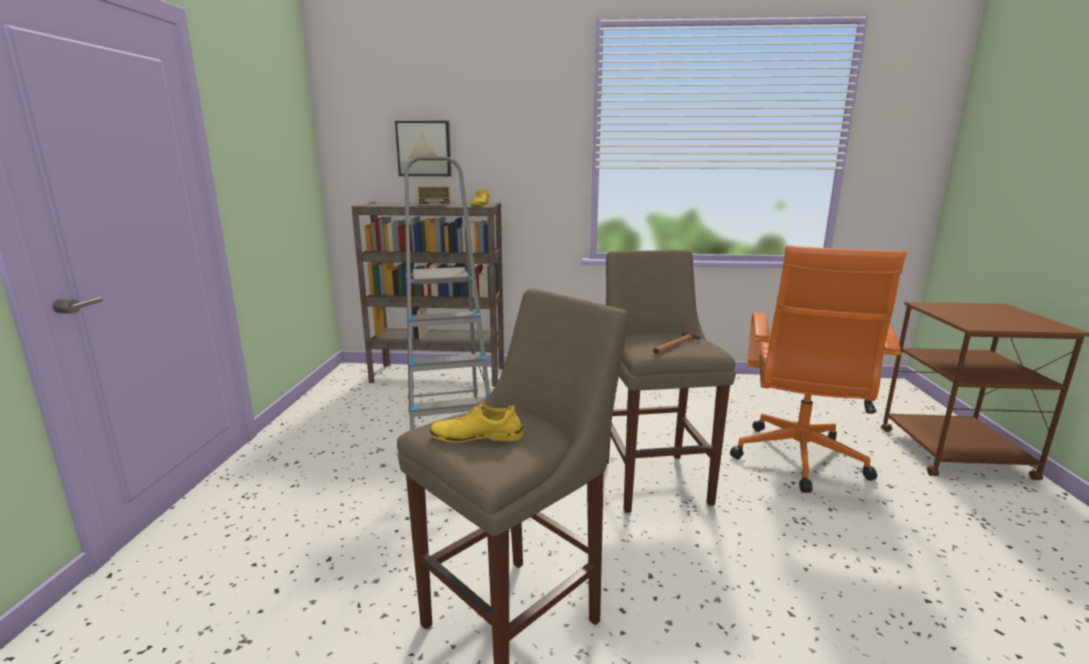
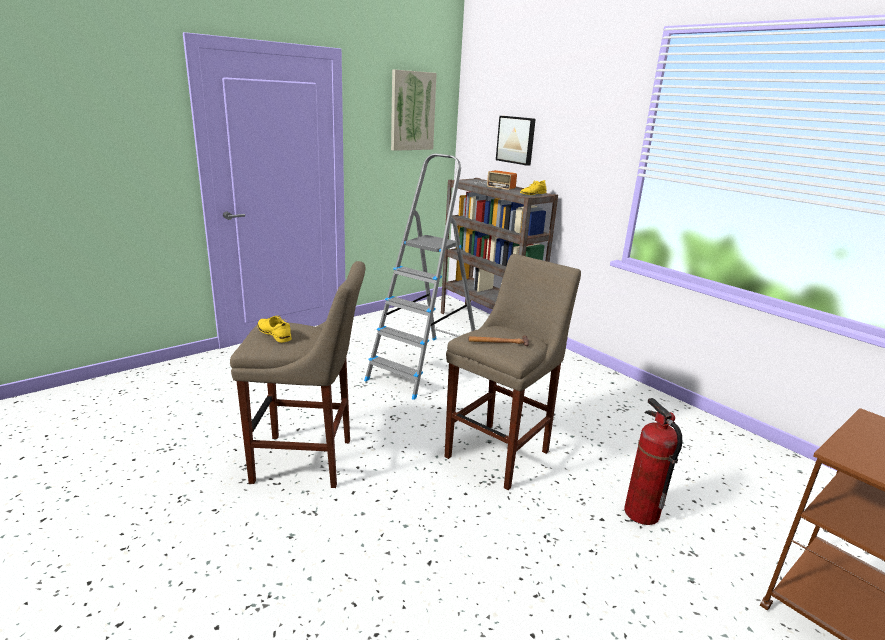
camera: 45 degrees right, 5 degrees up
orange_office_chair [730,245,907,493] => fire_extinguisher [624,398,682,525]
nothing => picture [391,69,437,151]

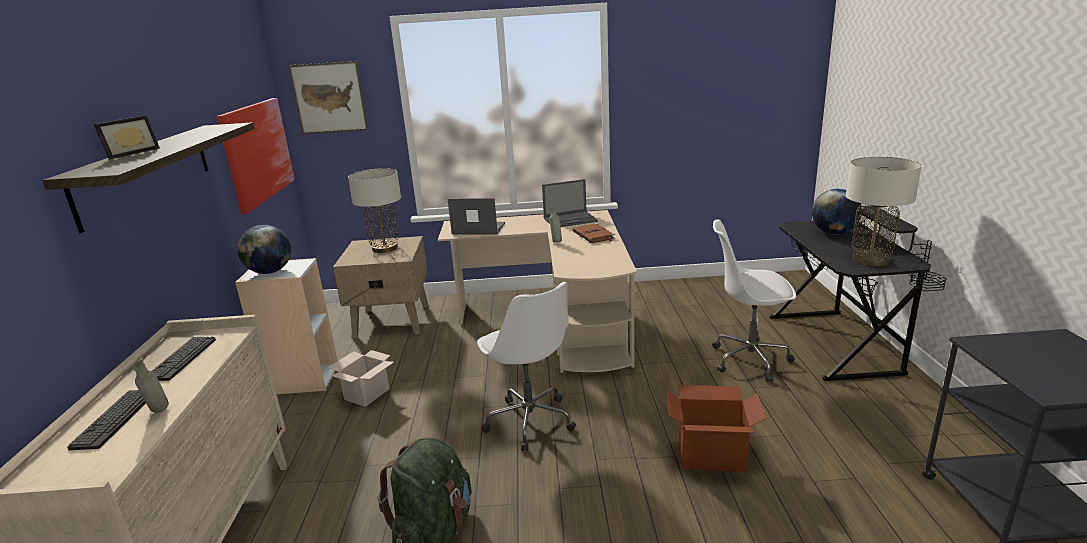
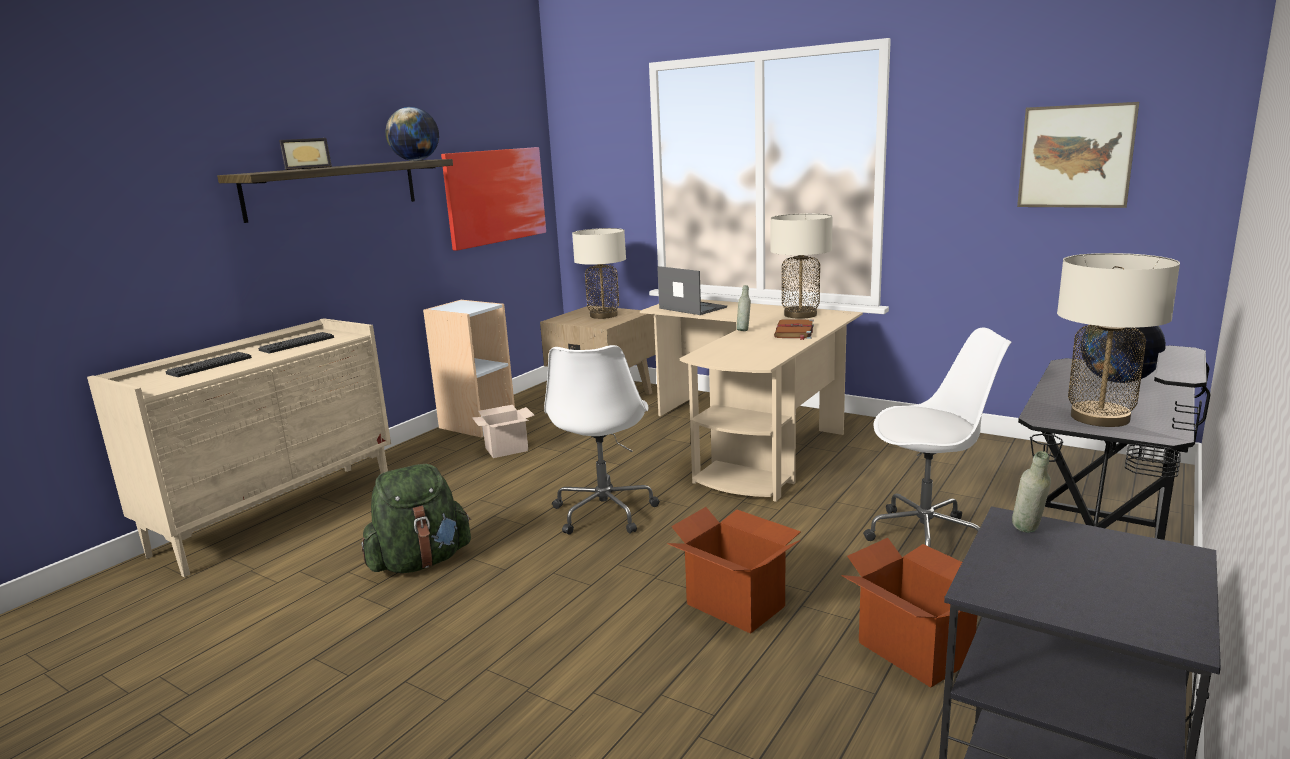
camera: 35 degrees right, 5 degrees down
picture [288,61,369,135] => picture [1017,102,1139,208], shifted
laptop [542,179,598,227] => table_lamp [770,213,833,319]
white_office_chair [712,219,796,382] => white_office_chair [863,328,1012,547], 135 degrees clockwise
globe [237,225,291,274] => globe [385,107,439,161], shifted
grey_bottle [133,361,169,413] => grey_bottle [1012,451,1051,533], shifted
nothing => cardboard_box [841,538,977,688]

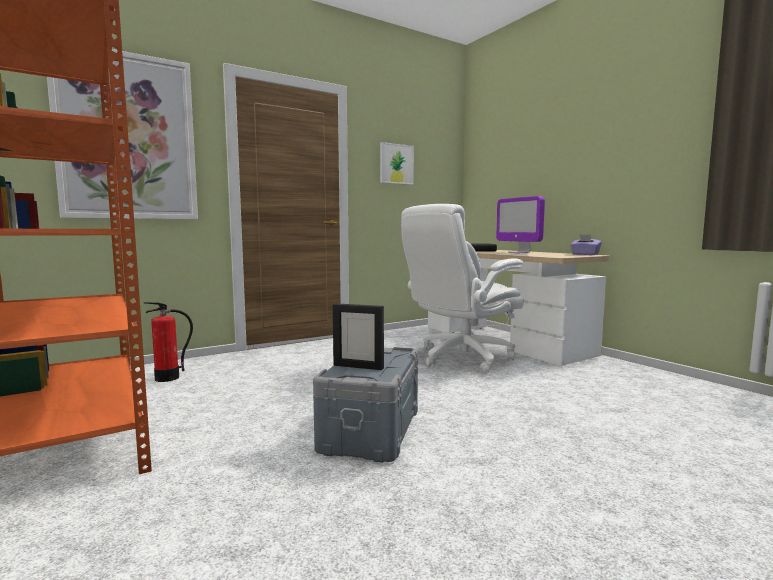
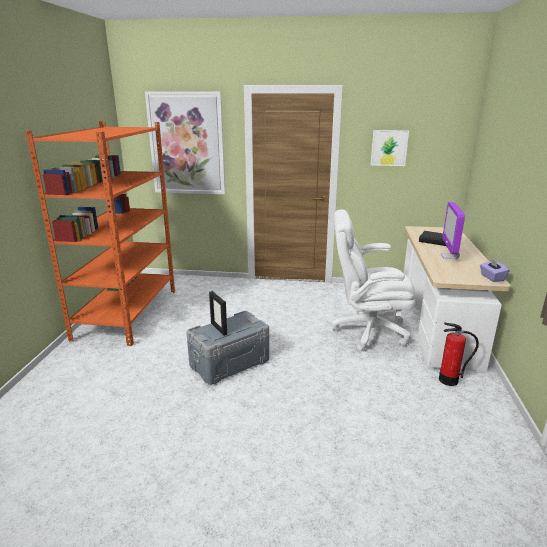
camera: 40 degrees right, 15 degrees up
fire_extinguisher [143,302,193,382] => fire_extinguisher [439,323,479,386], shifted

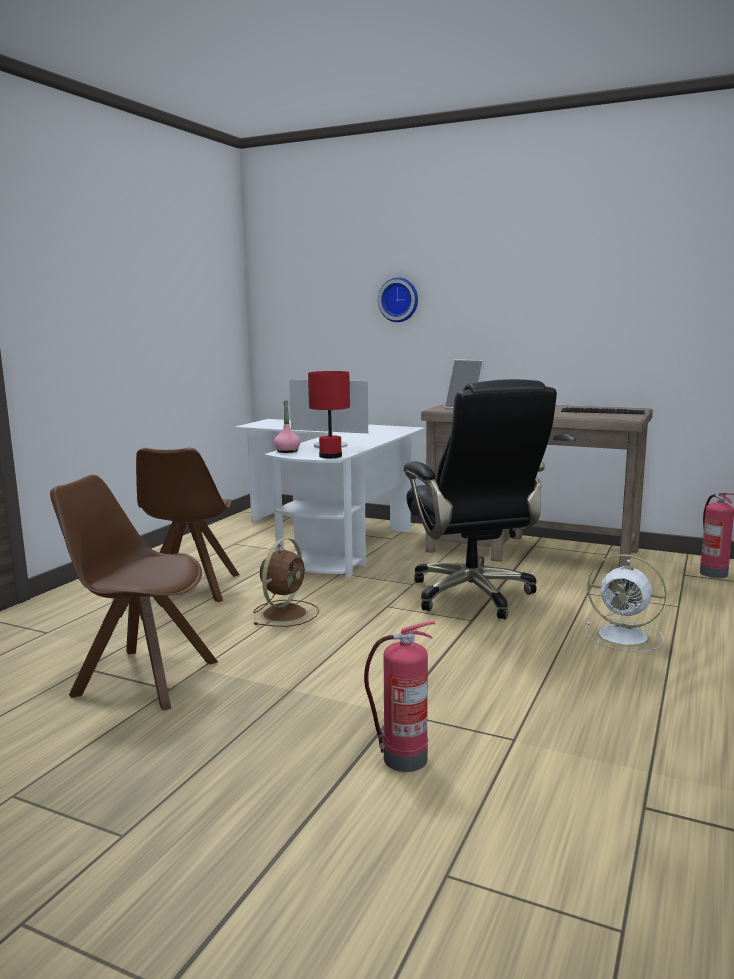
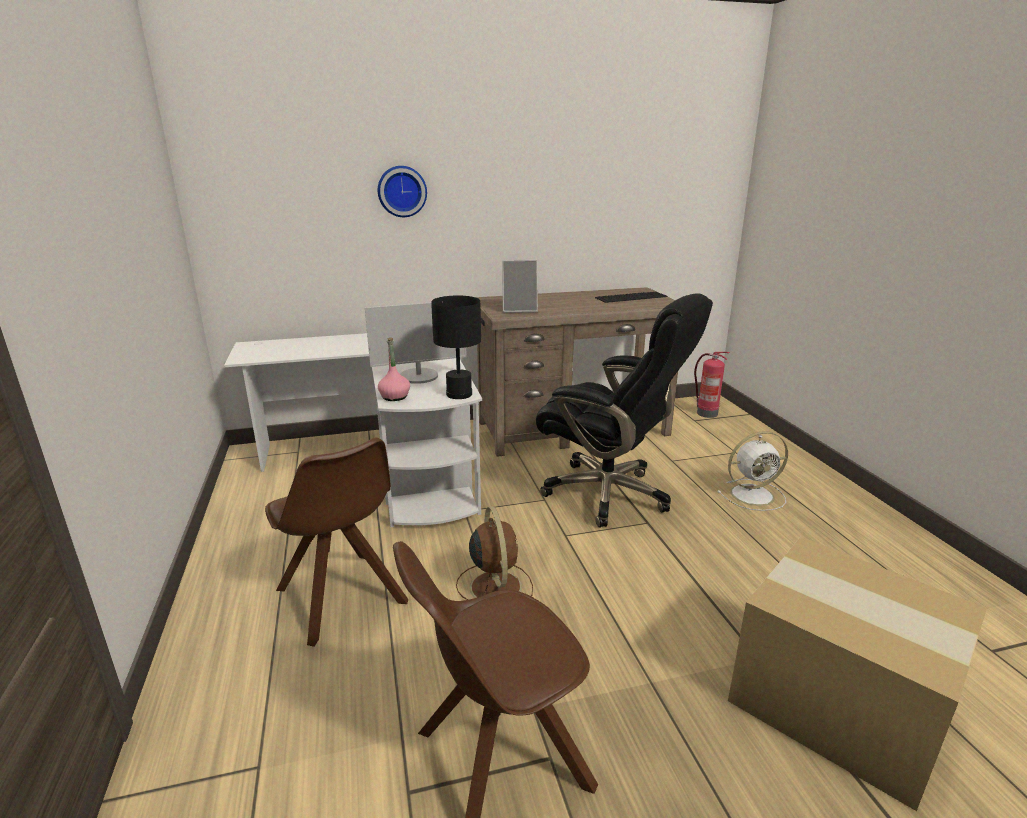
camera: 40 degrees left, 10 degrees up
red_table_lamp [308,371,350,458] => black_table_lamp [431,296,481,399]
fire_extinguisher [364,621,435,772] => cardboard_box [728,537,987,811]

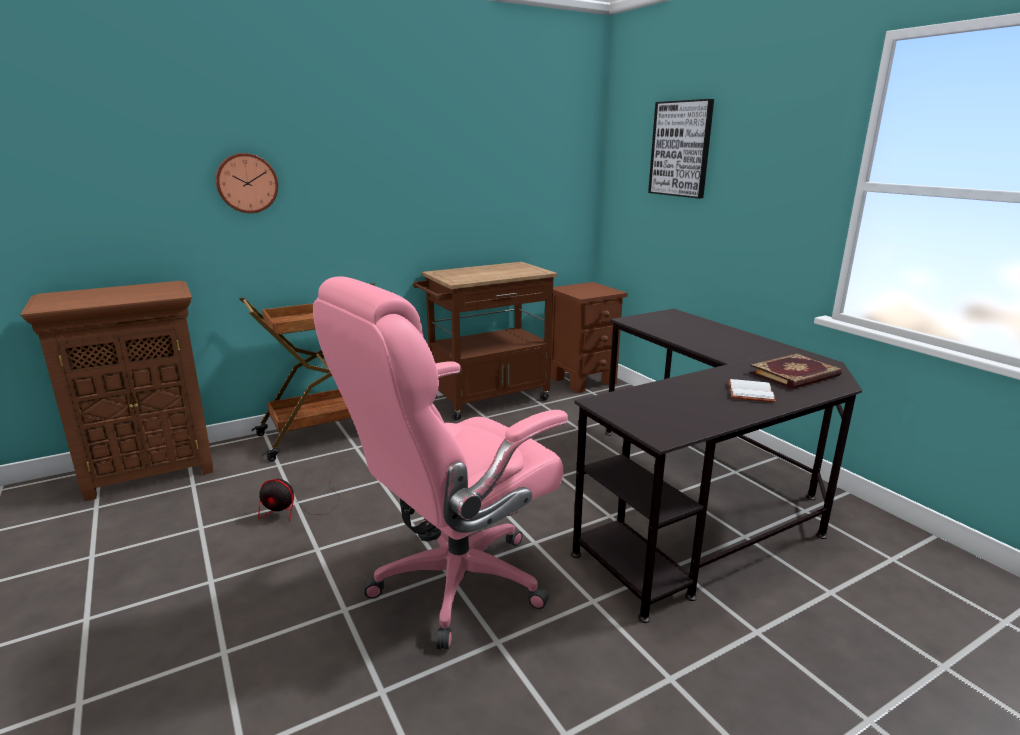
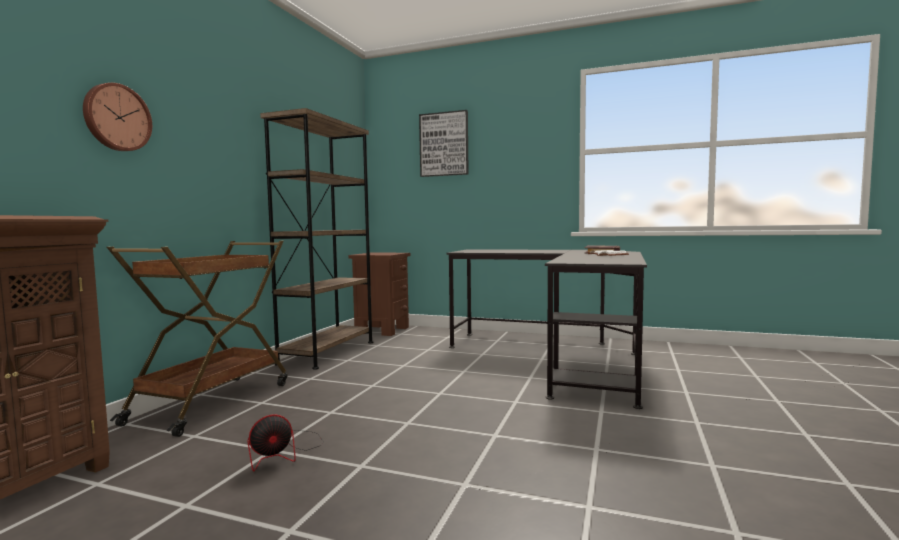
camera: 40 degrees left, 15 degrees down
brown_cart [413,262,557,421] => brown_bookcase [260,108,373,370]
pink_office_chair [313,276,568,650] => nothing

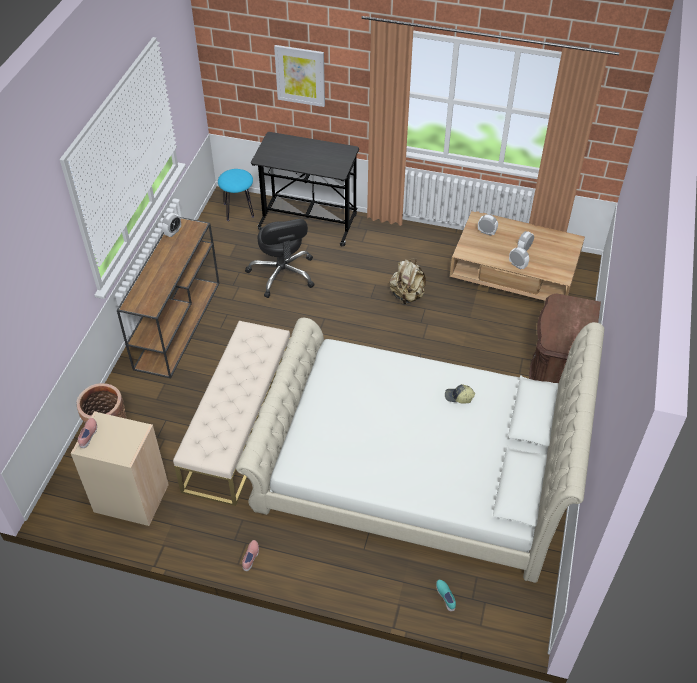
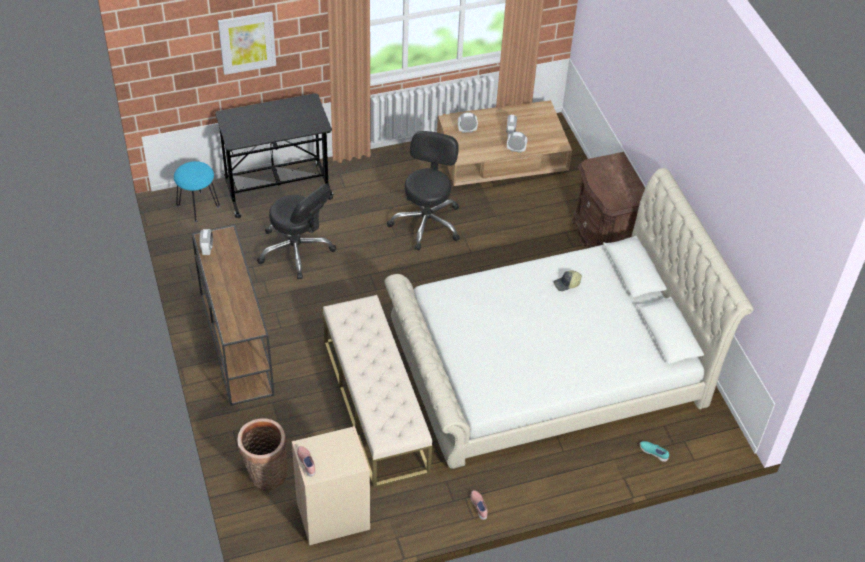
camera: 35 degrees left, 0 degrees up
beige_backpack [389,258,426,304] => black_office_chair [387,131,460,250]

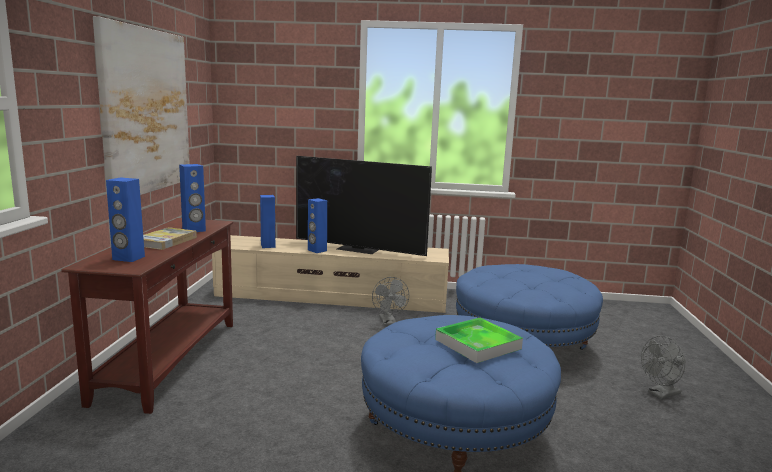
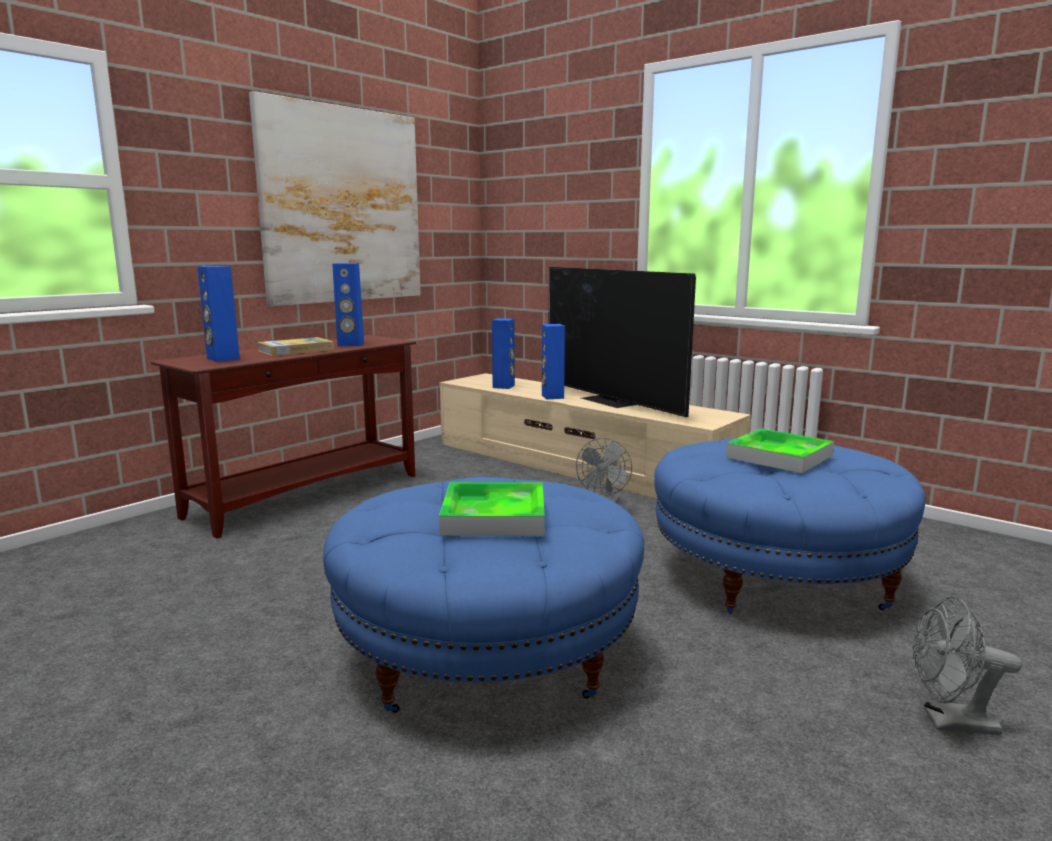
camera: 35 degrees right, 0 degrees up
nothing => tray [726,428,834,473]

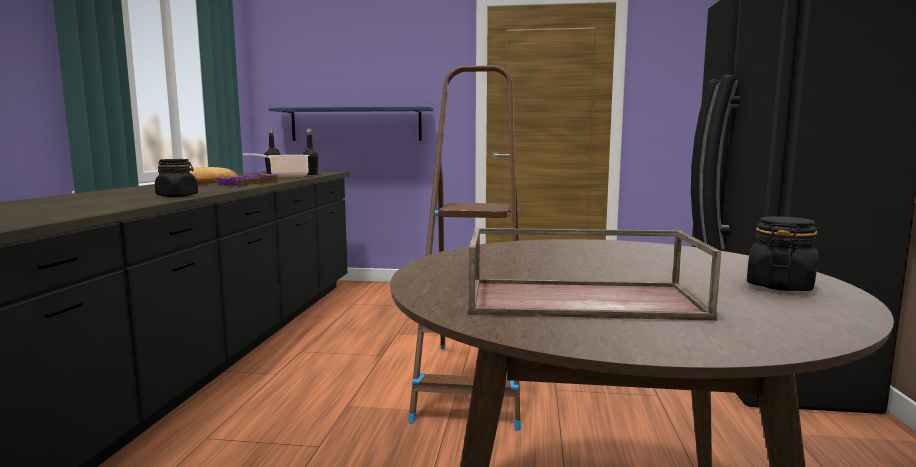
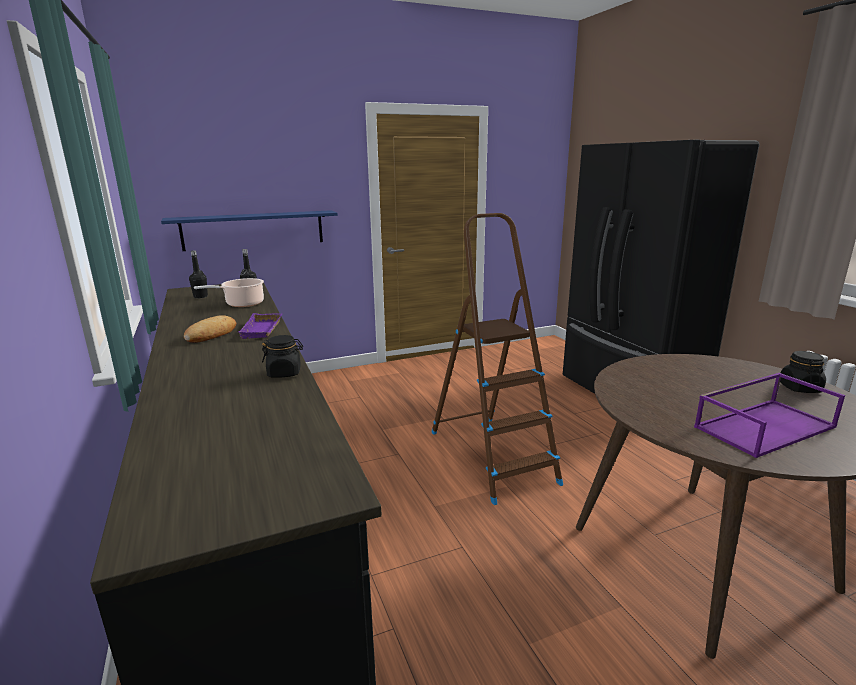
camera: 30 degrees left, 10 degrees up
brown_tray [468,228,721,321] => purple_tray [694,373,845,458]

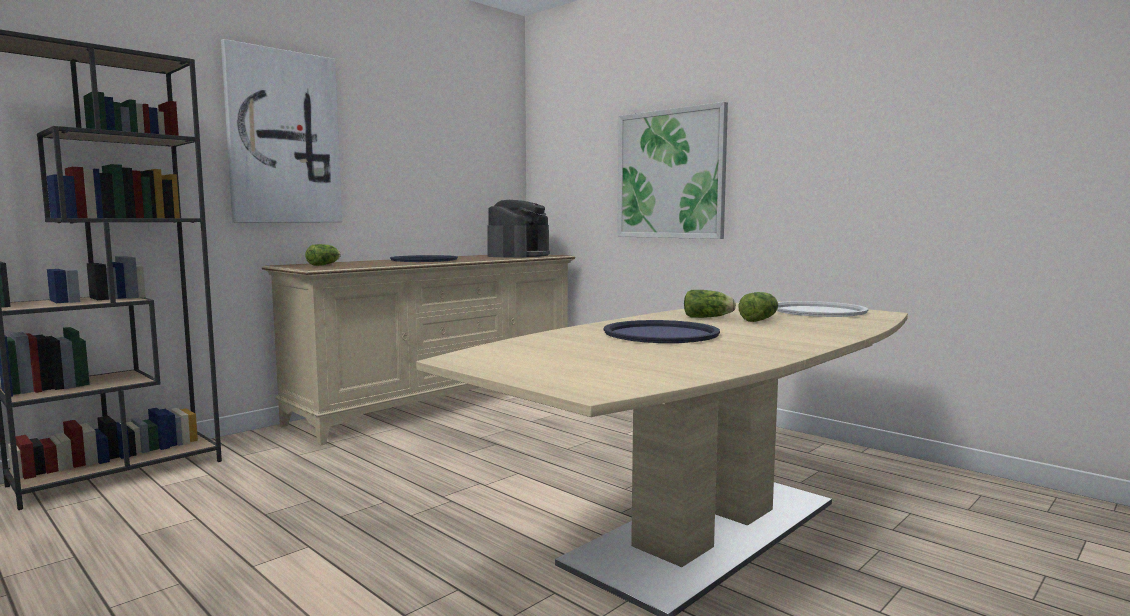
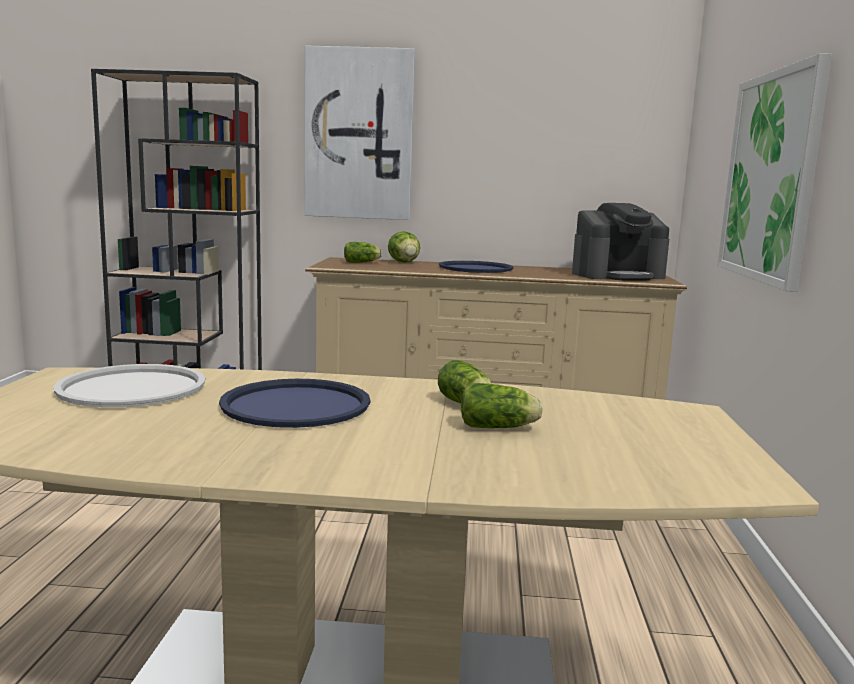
camera: 50 degrees right, 5 degrees up
white_tray [777,301,869,317] => white_tray [53,364,205,407], shifted
nothing => lettuce [388,231,420,263]

